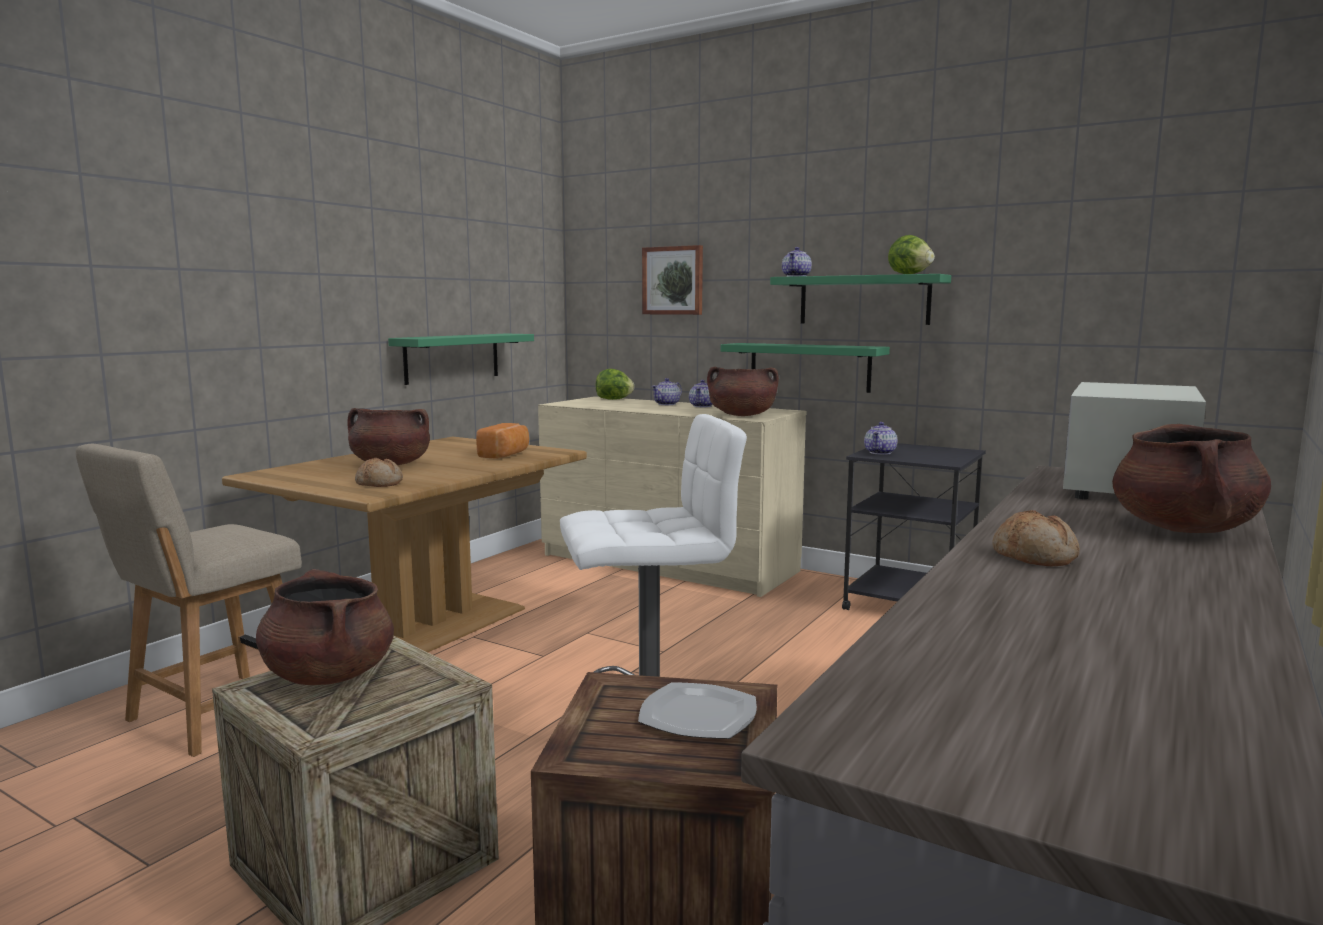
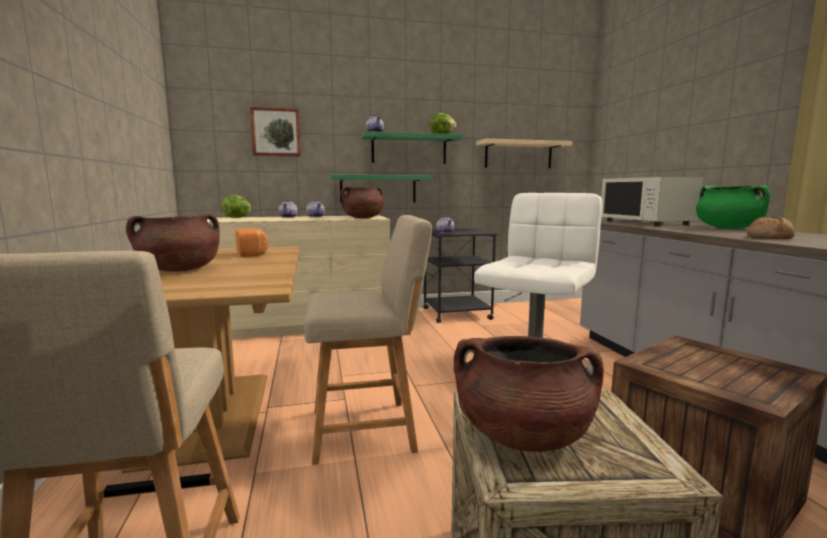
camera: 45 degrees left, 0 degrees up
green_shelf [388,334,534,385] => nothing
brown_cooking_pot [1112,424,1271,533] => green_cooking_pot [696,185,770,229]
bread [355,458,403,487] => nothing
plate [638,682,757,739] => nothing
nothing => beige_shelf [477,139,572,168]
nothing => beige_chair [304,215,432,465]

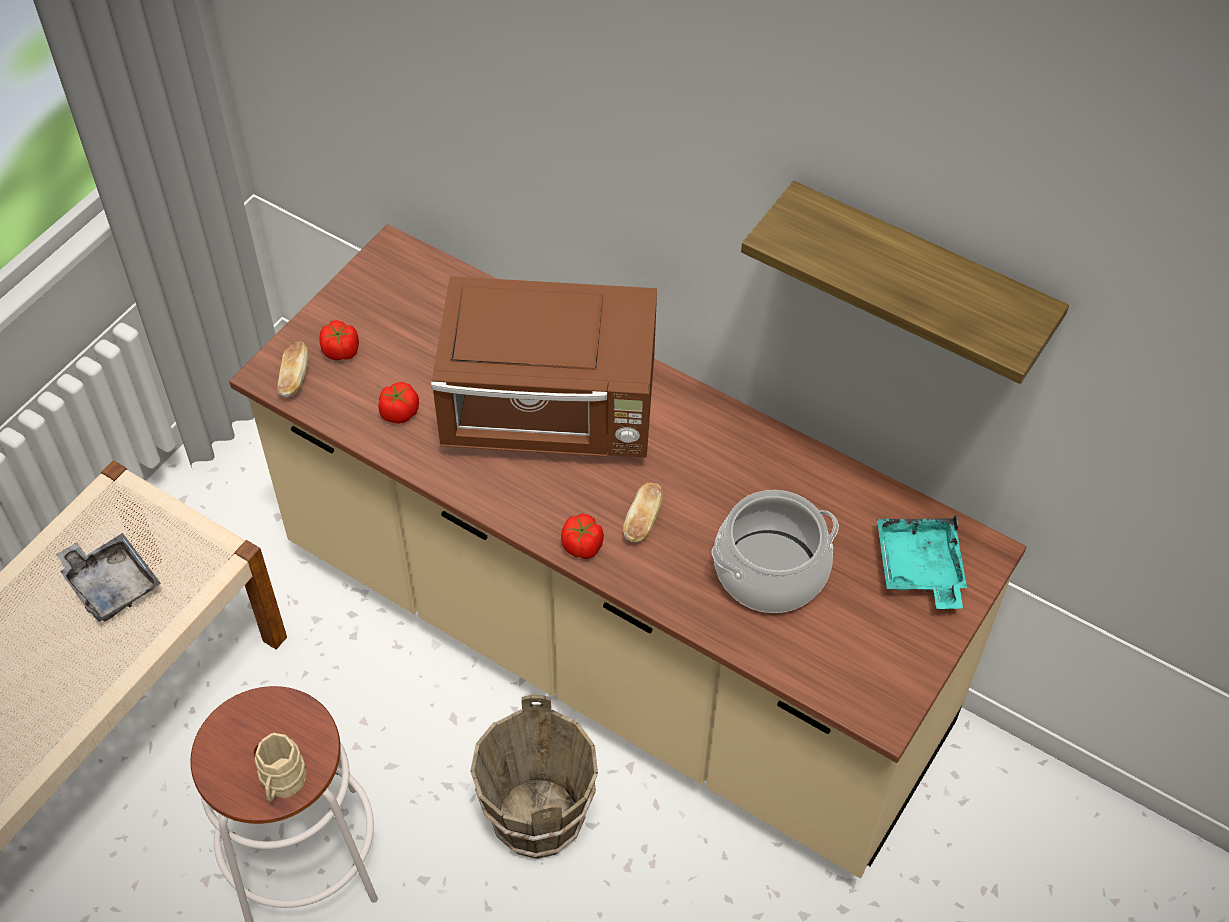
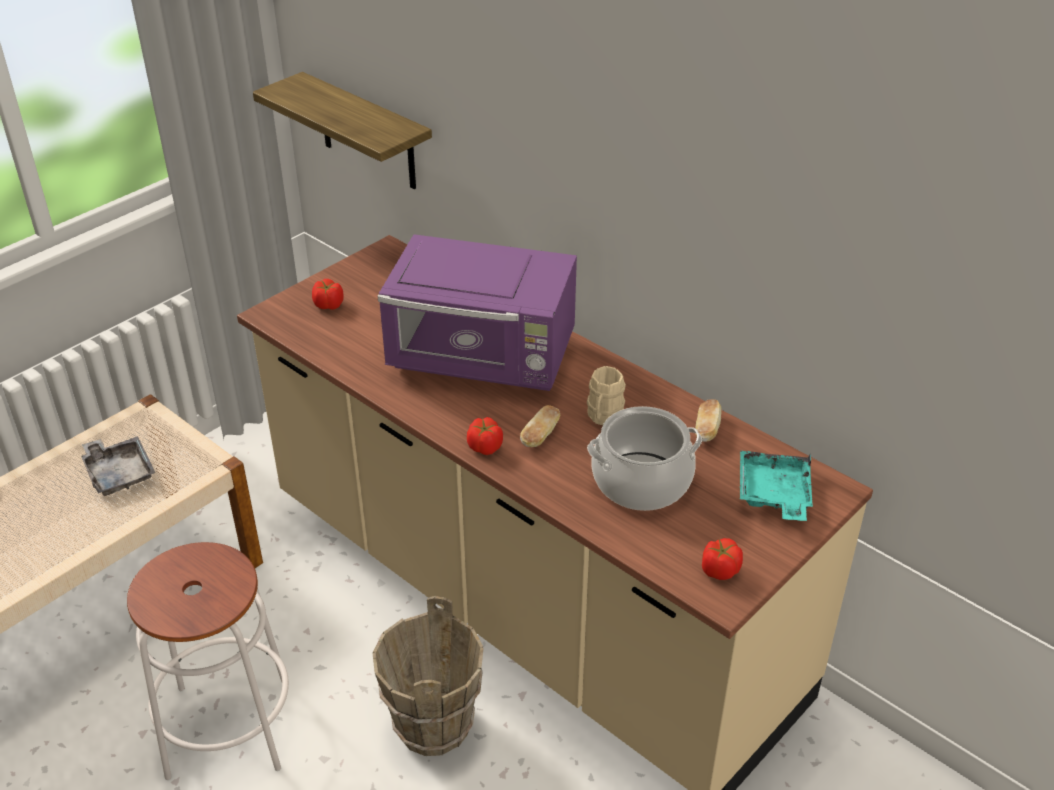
camera: 10 degrees right, 15 degrees down
shelf [741,181,1069,384] => shelf [253,72,432,189], shifted
brown_microwave [431,276,657,458] => purple_microwave [378,234,577,391]
bread [277,342,309,397] => bread [695,399,722,442], shifted
tomato [378,382,419,424] => tomato [702,538,743,580], shifted
beige_mug [255,733,307,802] => beige_mug [587,366,626,425], shifted

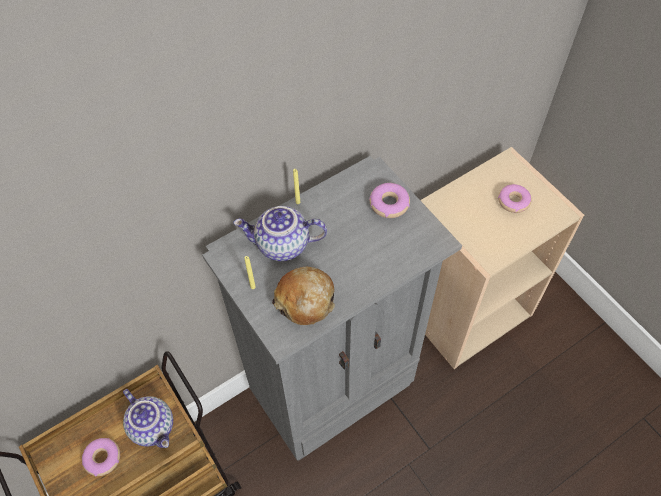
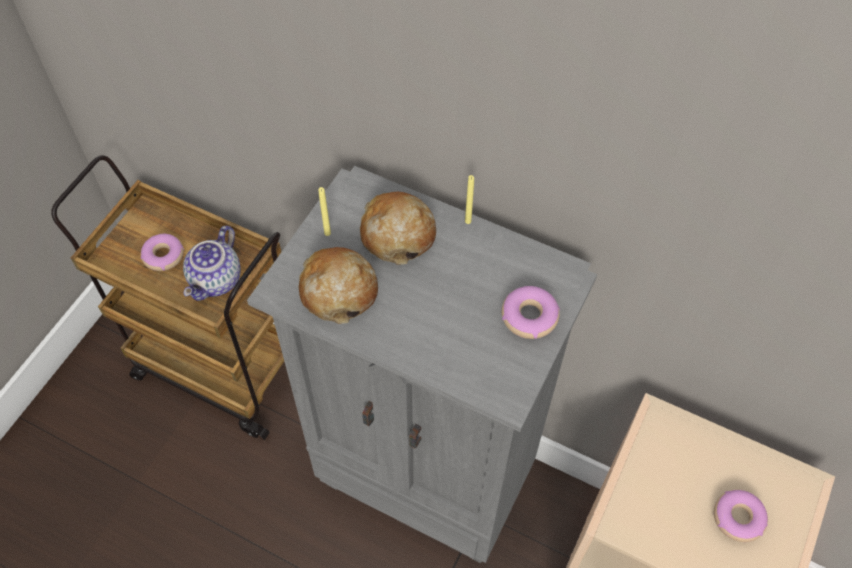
camera: 60 degrees right, 0 degrees up
teapot [233,206,327,261] => bread [360,191,436,265]

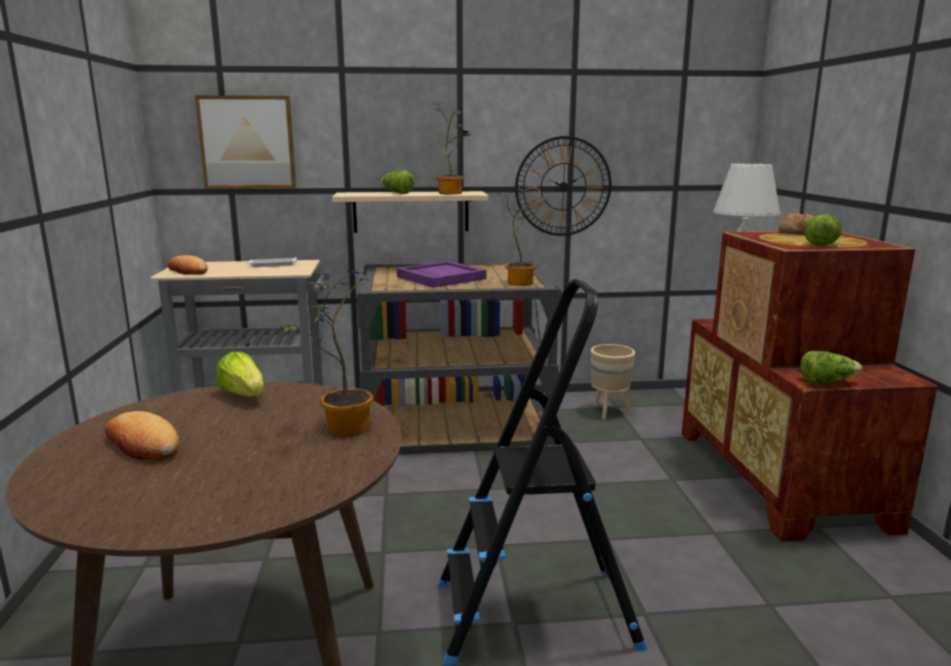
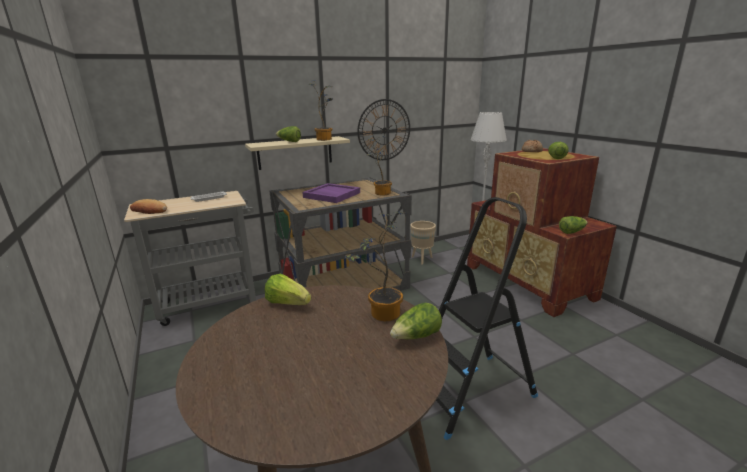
camera: 20 degrees left, 5 degrees up
picture [195,95,296,189] => nothing
bread [105,411,180,459] => nothing
nothing => lettuce [390,303,442,339]

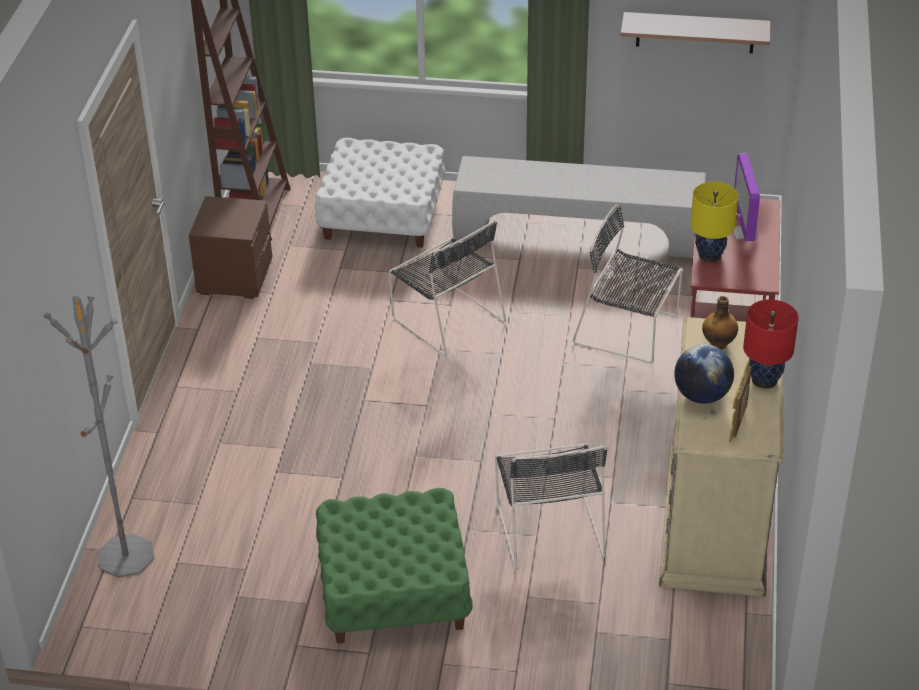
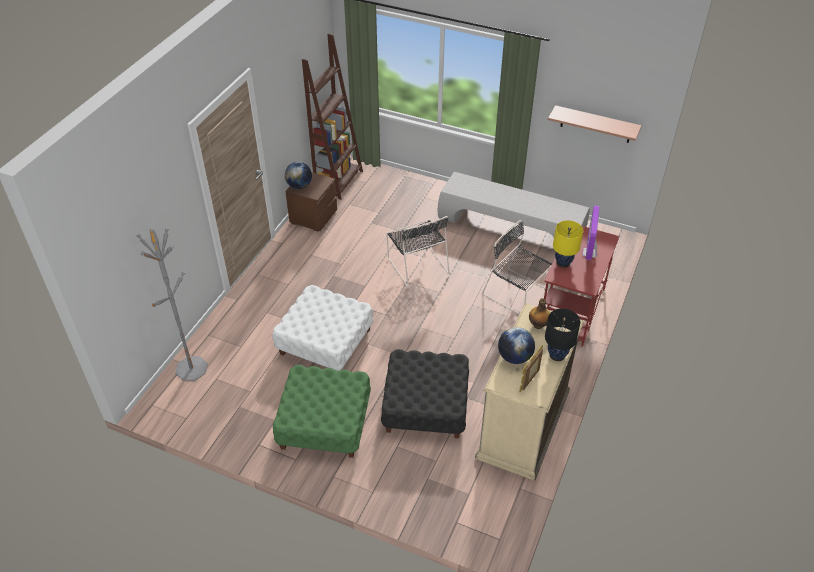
camera: 15 degrees right, 5 degrees up
white_ottoman [315,138,445,248] => white_ottoman [272,285,373,371], shifted
red_table_lamp [743,299,799,388] => black_table_lamp [545,308,580,361]
black_chair [495,444,607,570] => black_ottoman [381,349,469,438]
nothing => globe [285,162,312,189]

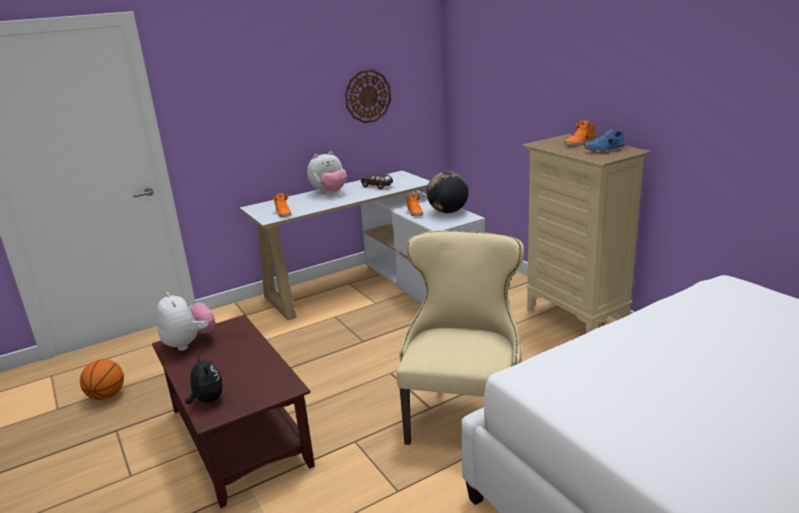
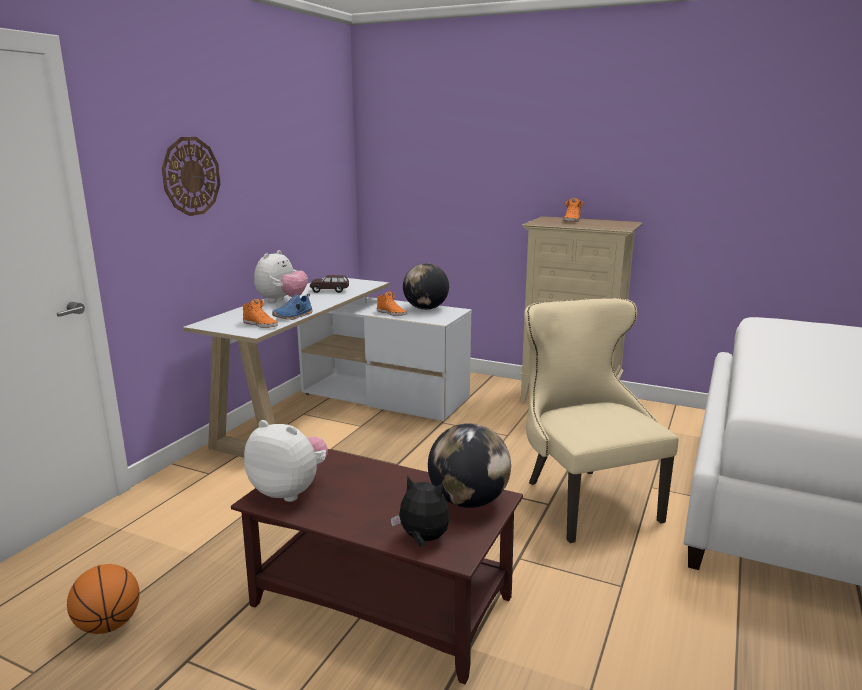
camera: 35 degrees left, 5 degrees down
wall_clock [345,69,391,123] => wall_clock [162,137,220,216], shifted
blue_shoe [584,129,625,153] => blue_shoe [272,293,313,320], shifted
nothing => globe [428,423,511,508]

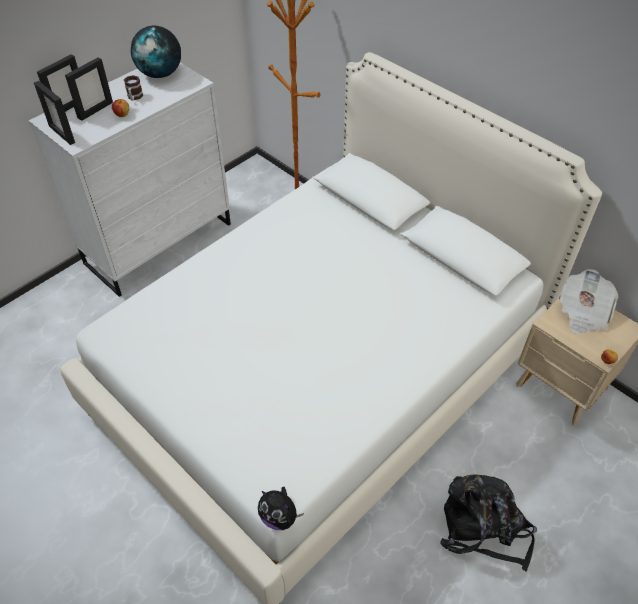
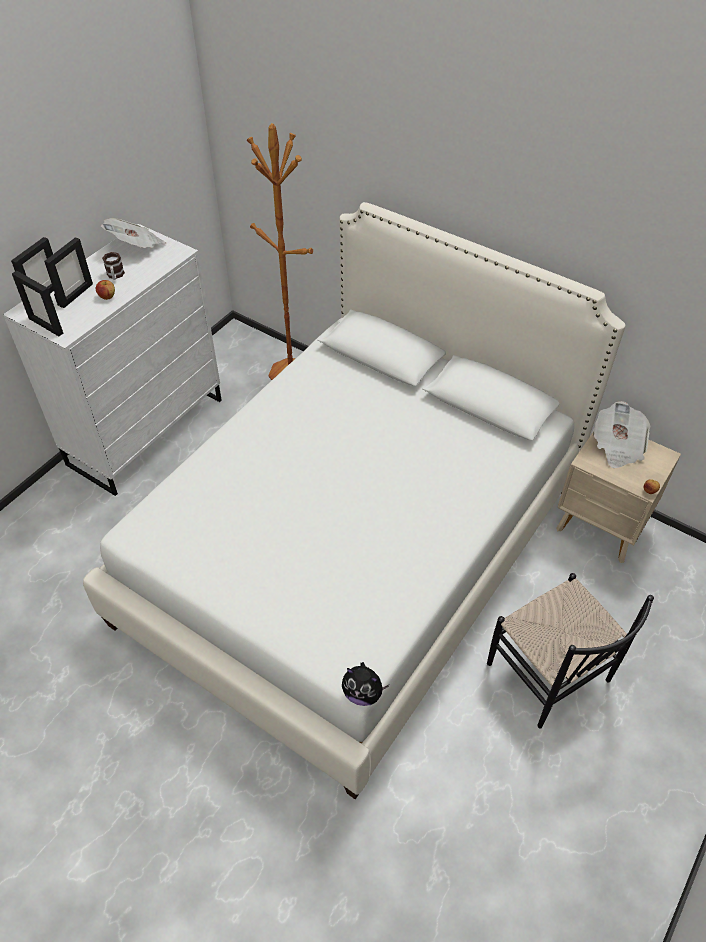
camera: 10 degrees left, 0 degrees up
globe [131,26,181,78] => newspaper [100,218,166,248]
black_backpack [440,474,537,572] => black_chair [487,573,654,728]

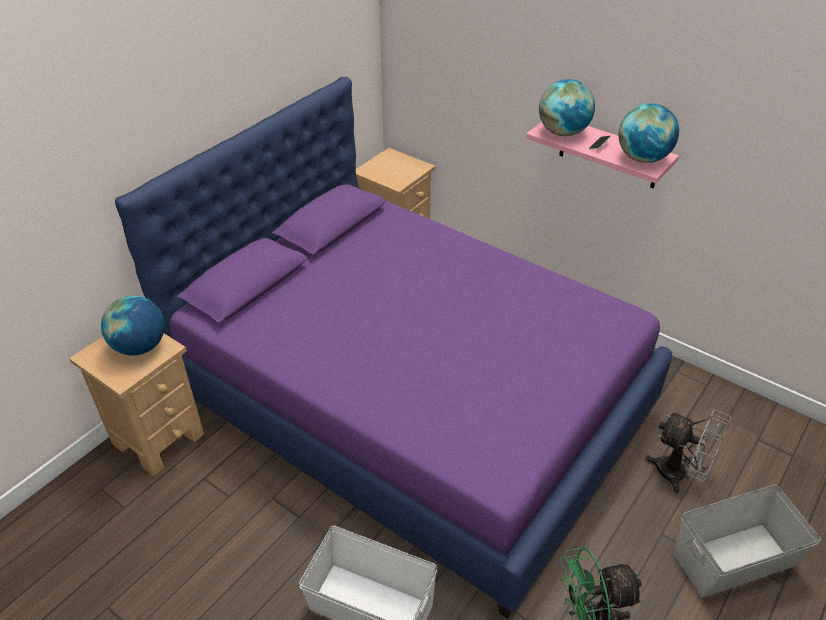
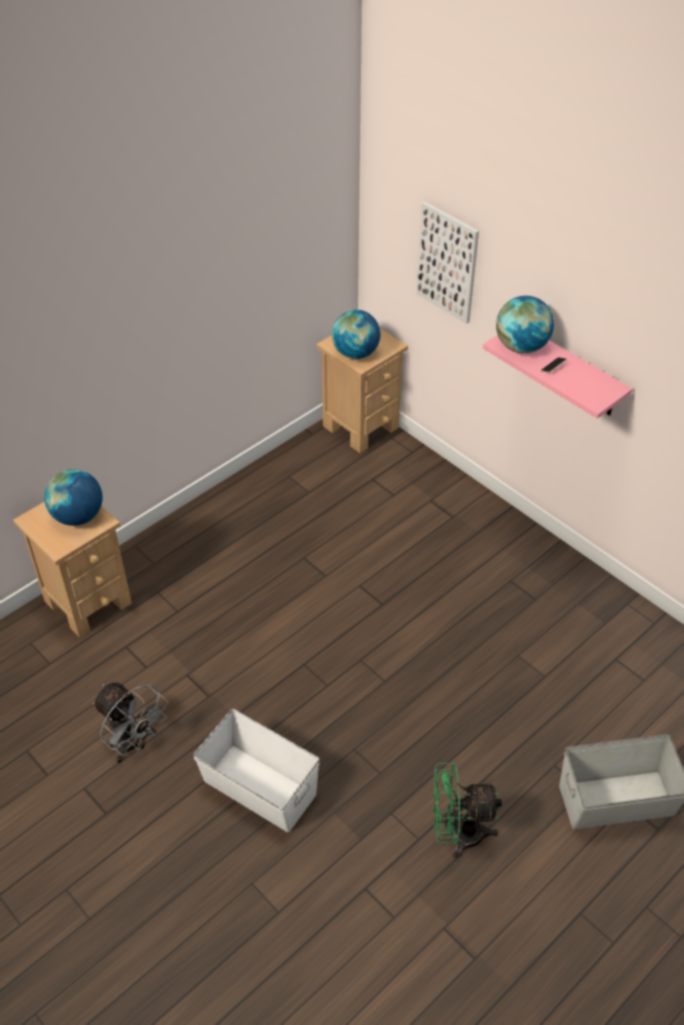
camera: 10 degrees right, 5 degrees up
purple_bed [115,77,672,618] => nothing
globe [619,103,679,163] => globe [332,310,381,359], shifted
grey_fan [645,409,731,493] => grey_fan [93,683,168,763], shifted
nothing => picture [416,202,479,324]

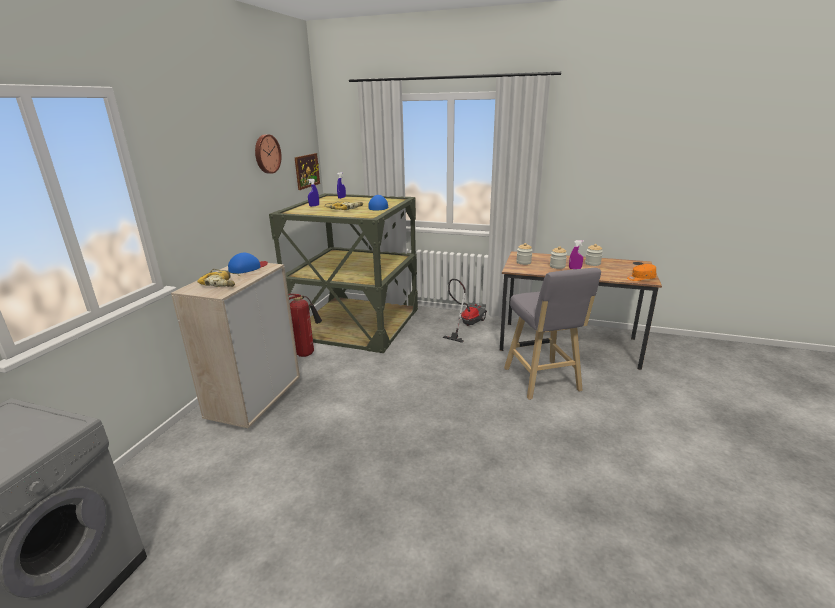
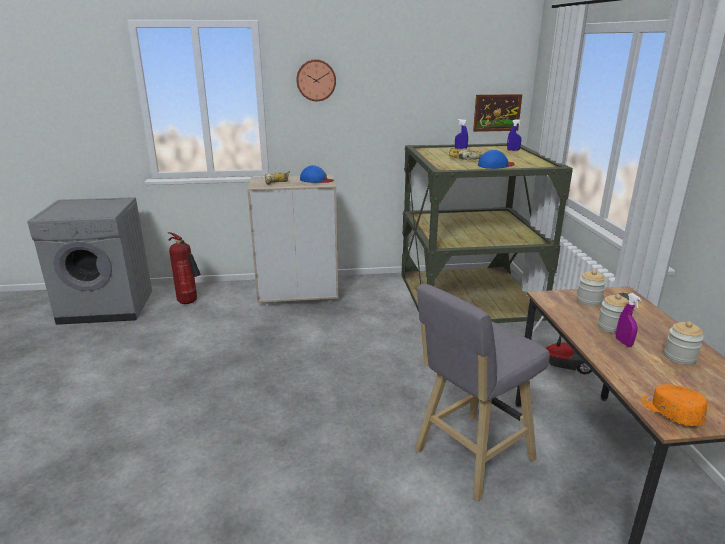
camera: 65 degrees right, 0 degrees up
wall_clock [255,134,281,174] => wall_clock [296,59,336,101], shifted
fire_extinguisher [288,294,322,357] => fire_extinguisher [168,232,201,304], shifted

